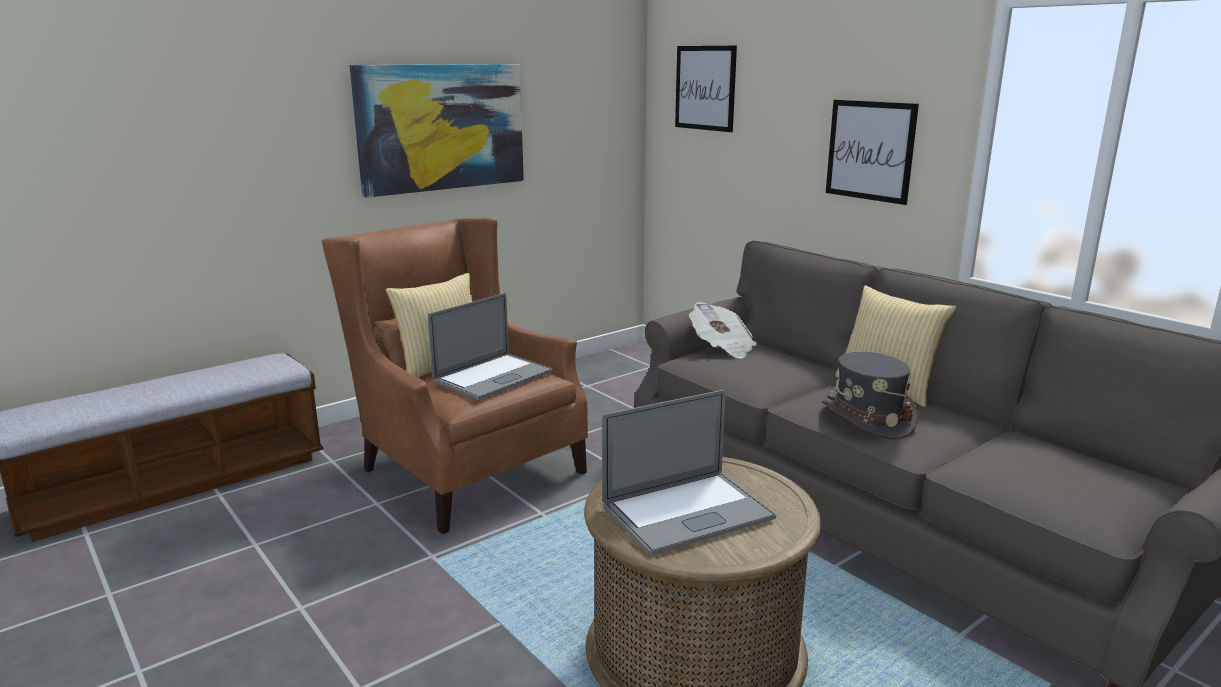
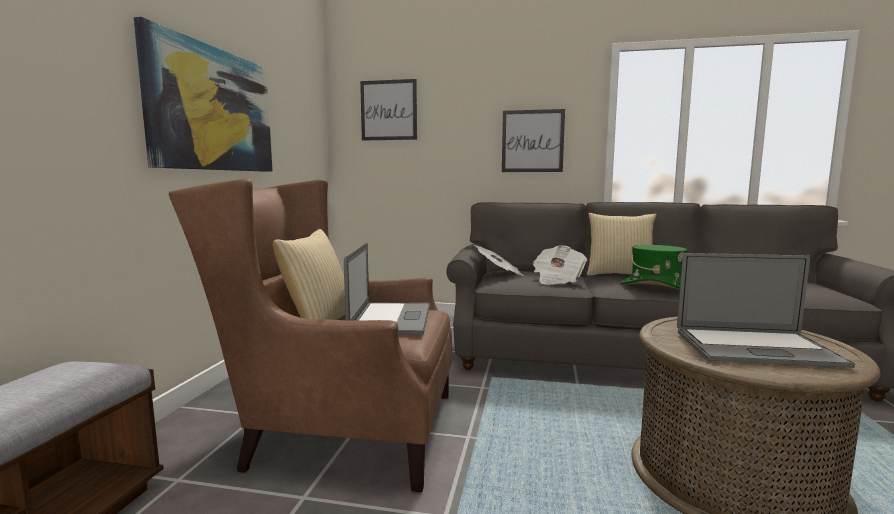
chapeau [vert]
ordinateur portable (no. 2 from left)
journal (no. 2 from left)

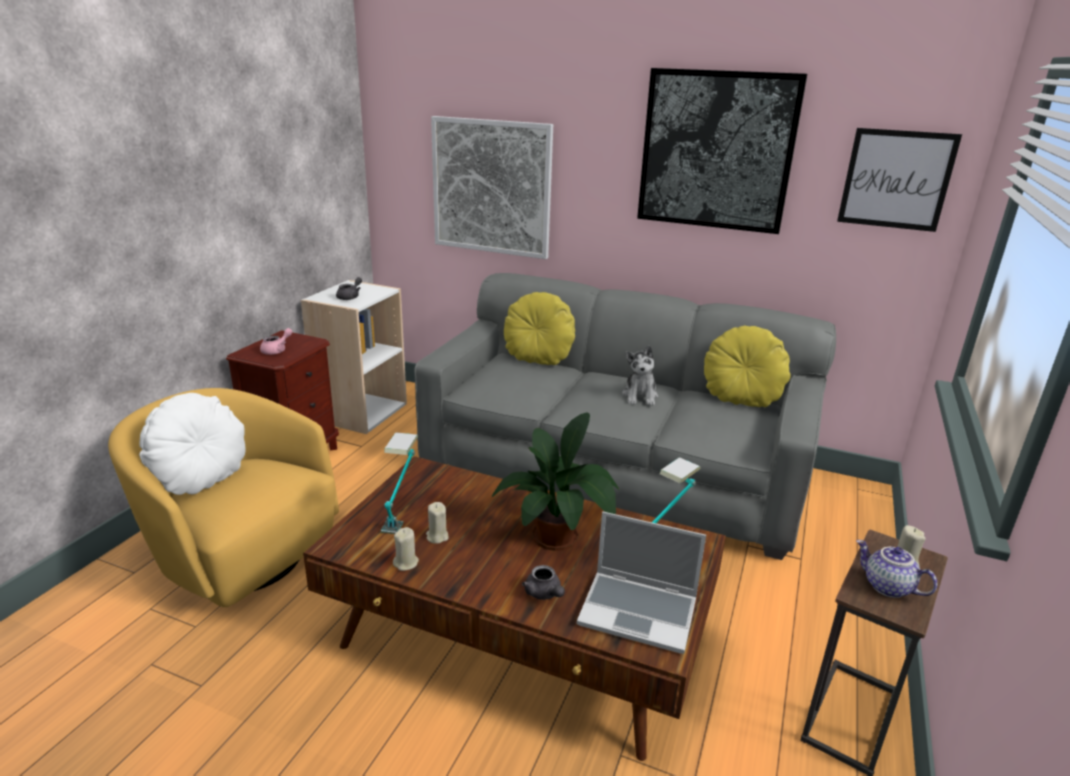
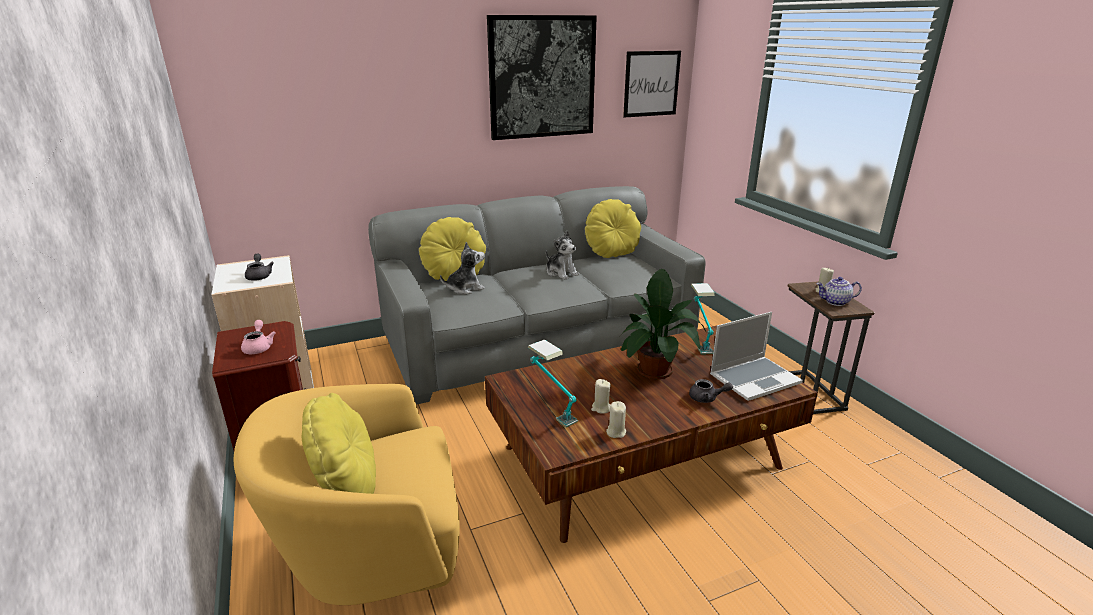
tableau (no. 1 from left in the first image)
coussin [jaune] (no. 1 from left)
peluche (no. 1 from left)

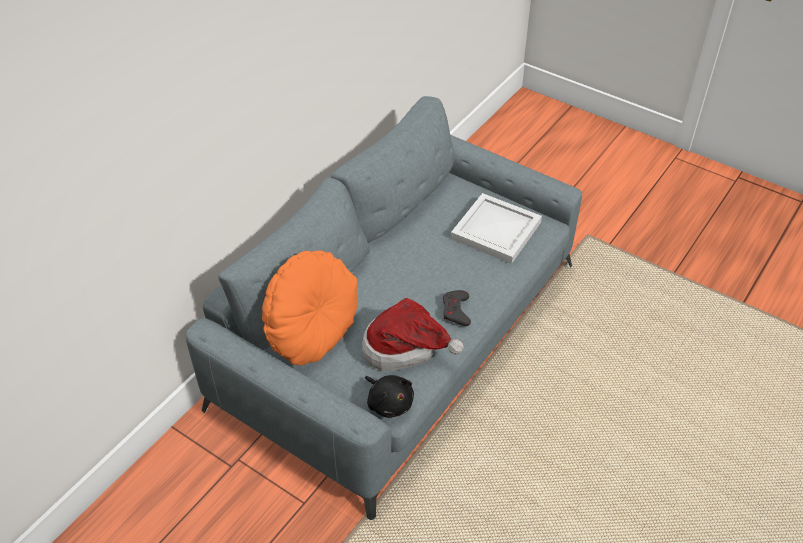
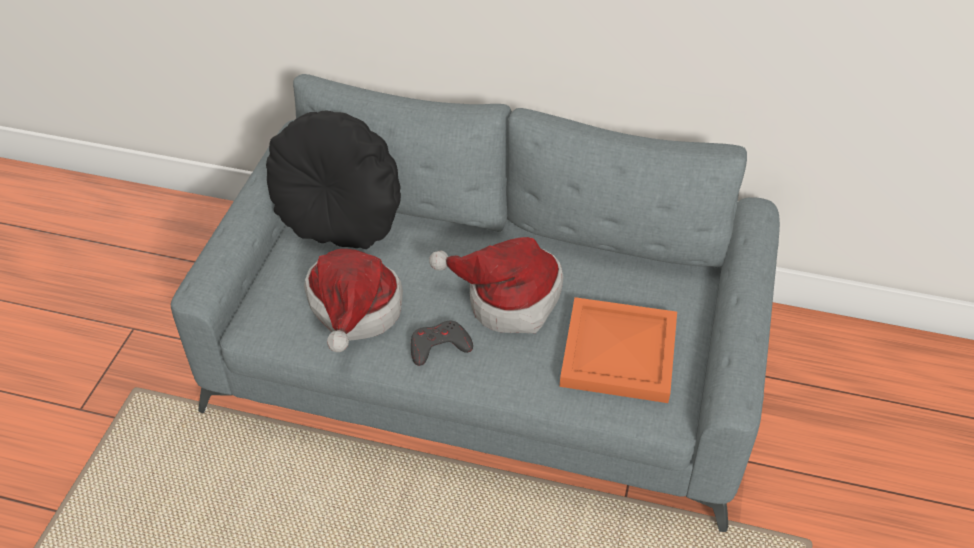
plateau [orange]
coussin [noir]
peluche [noir]
chapeau (no. 2 from left)

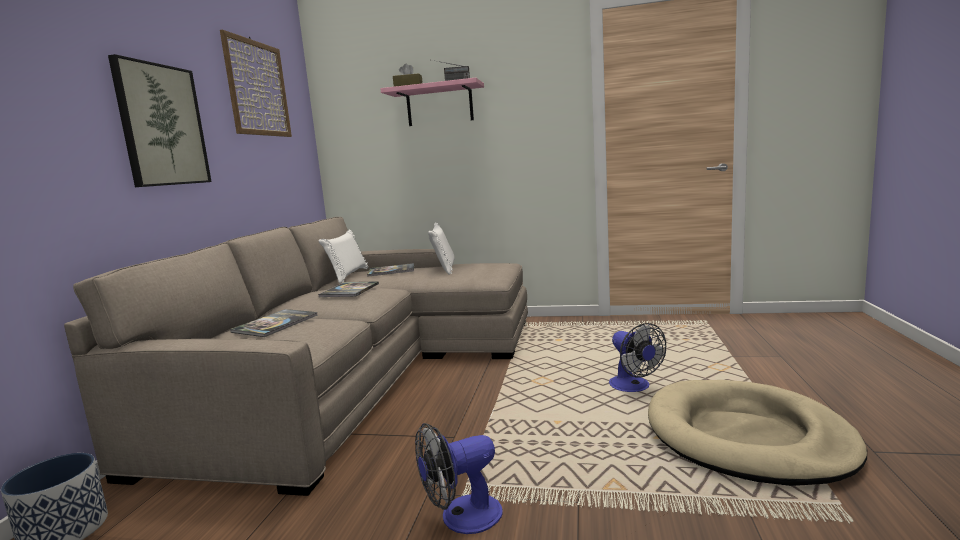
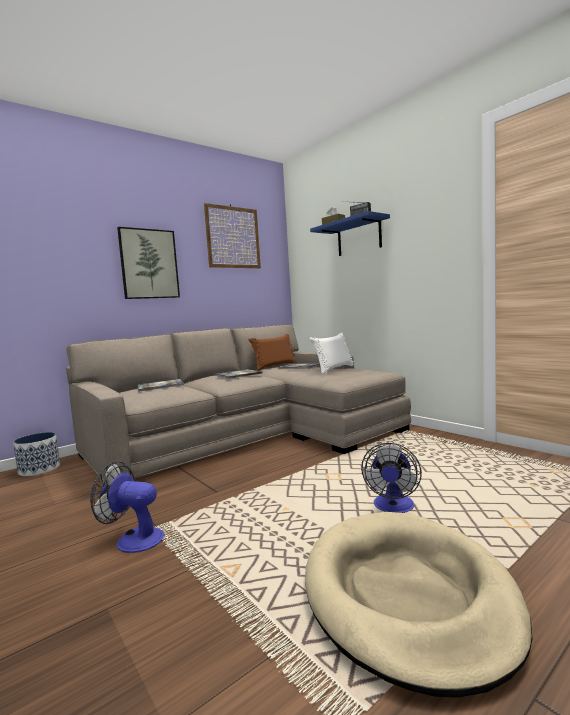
étagère [bleu]
coussin [marron]

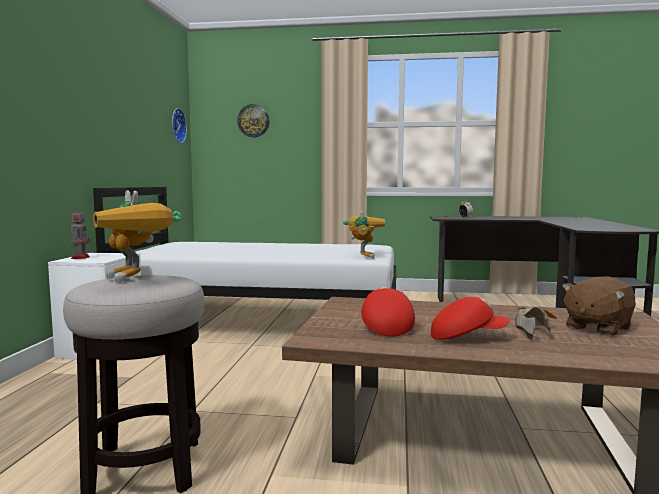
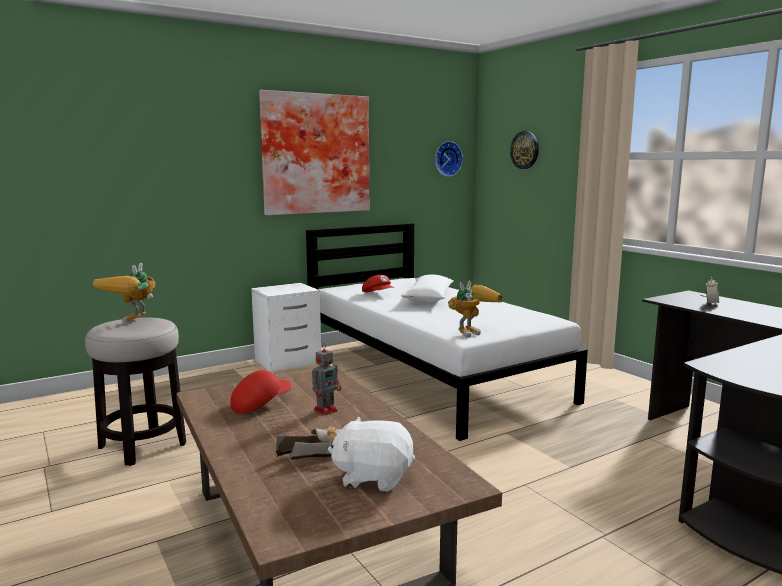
robot jouet (no. 2 from left)
peluche [blanc]
casquette [rouge] (no. 2 from left)
tableau
coussin [blanc]

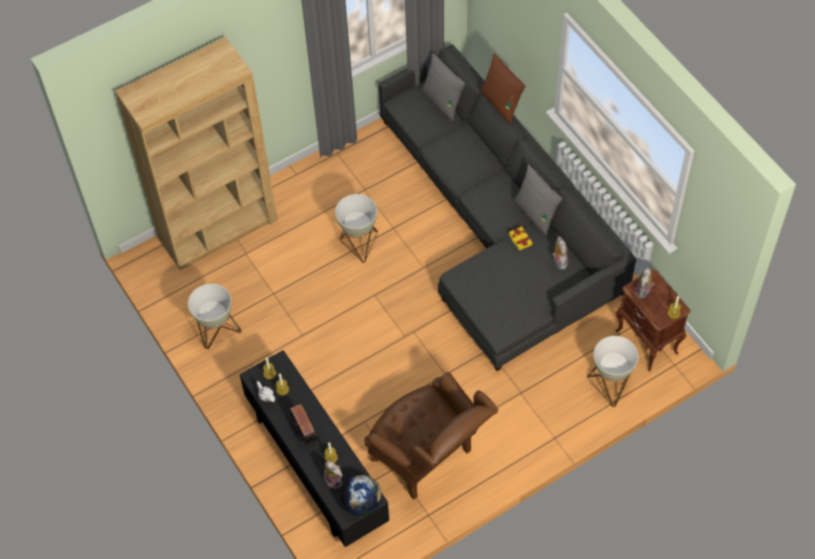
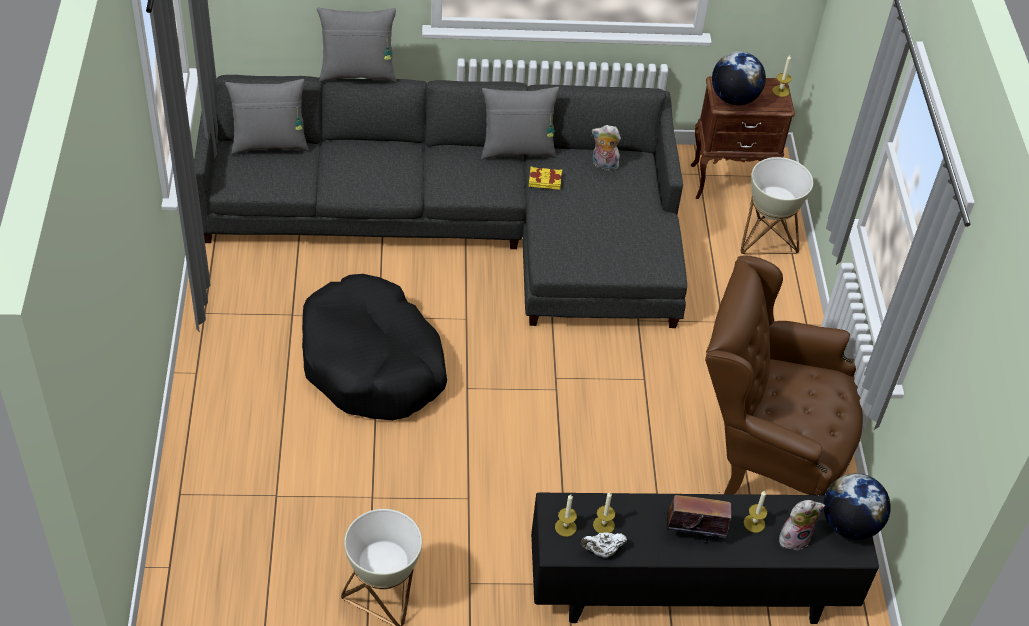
bibliothèque [marron]
coussin [gris] (no. 2 from left)
panier pour chien [noir]
globe (no. 1 from left)
fauteuil [marron]

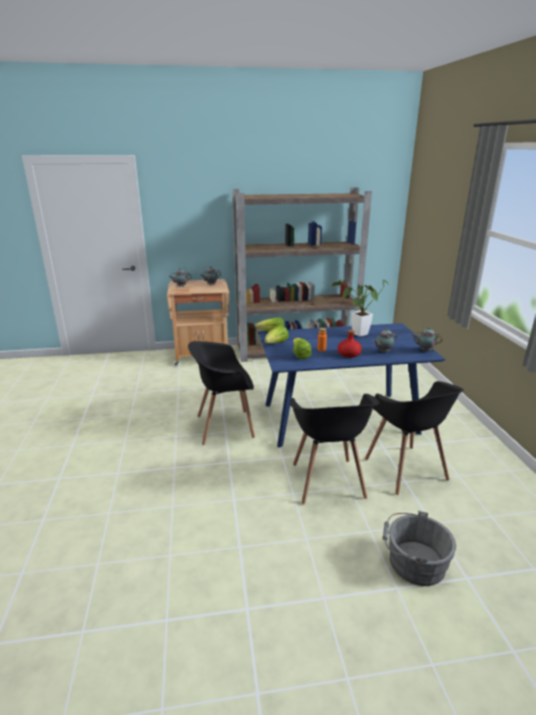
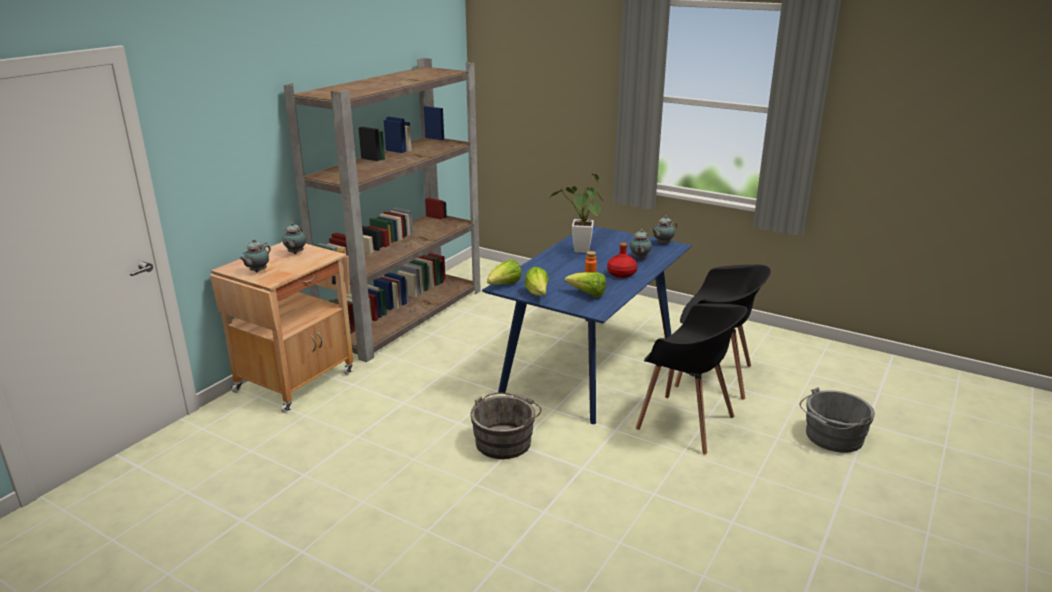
seau [gris] (no. 1 from left)

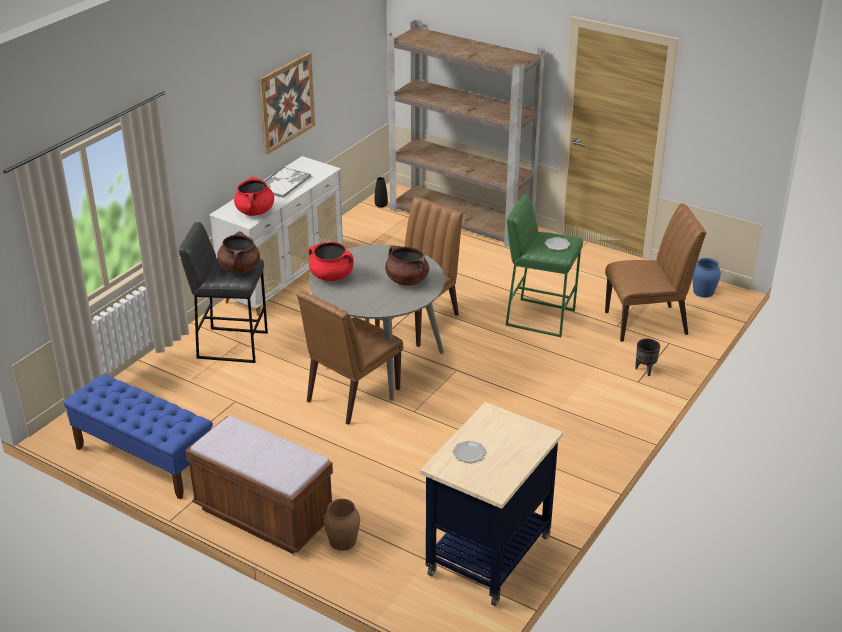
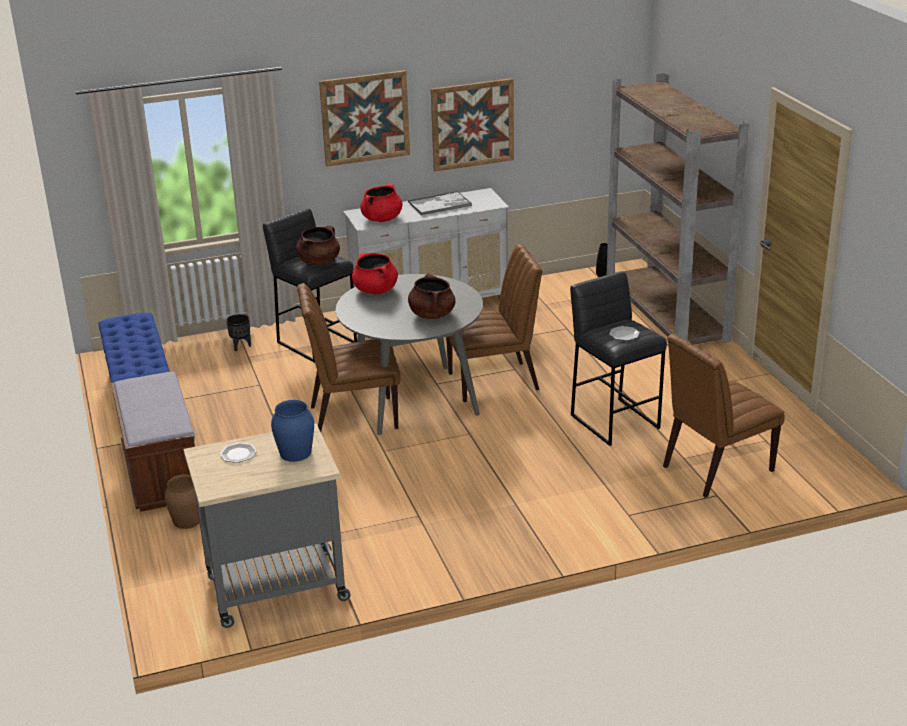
tabouret [gris] (no. 2 from left)
chaise [marron] (no. 3 from left)
vase [bleu]
cache-pot [noir]
chariot [gris]
tableau (no. 1 from left)

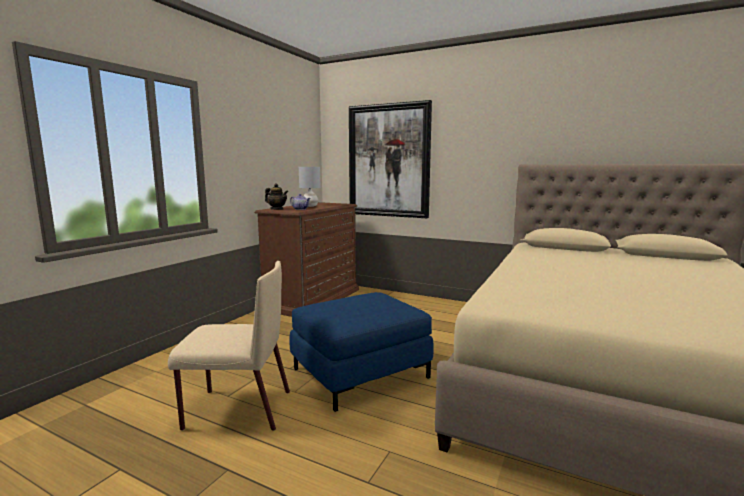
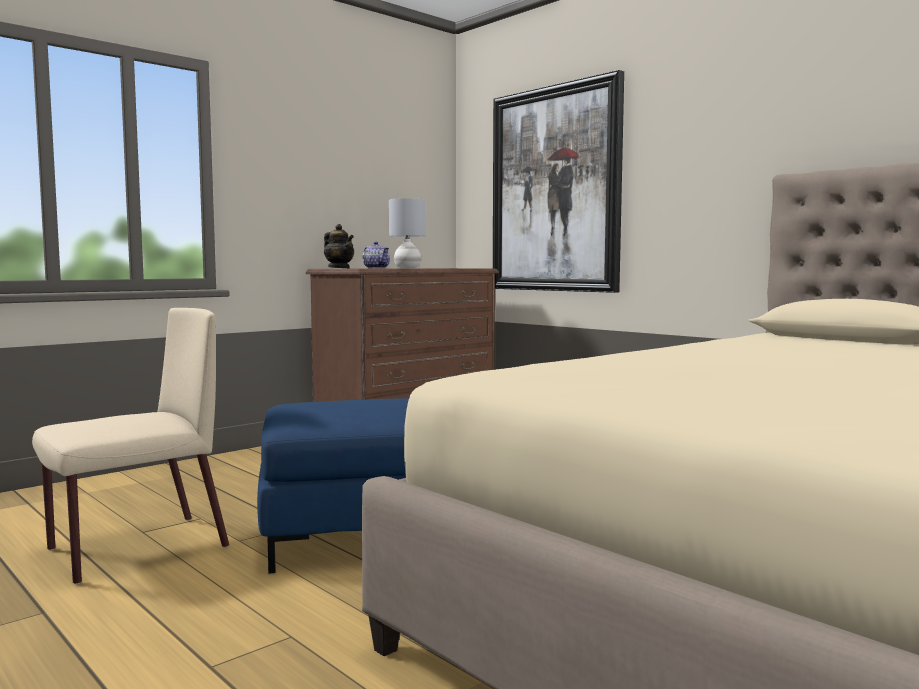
chaise [beige]

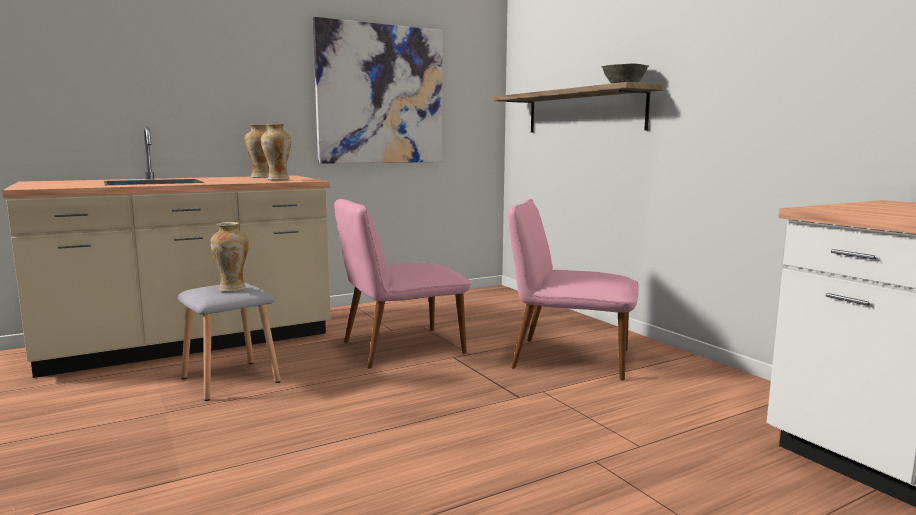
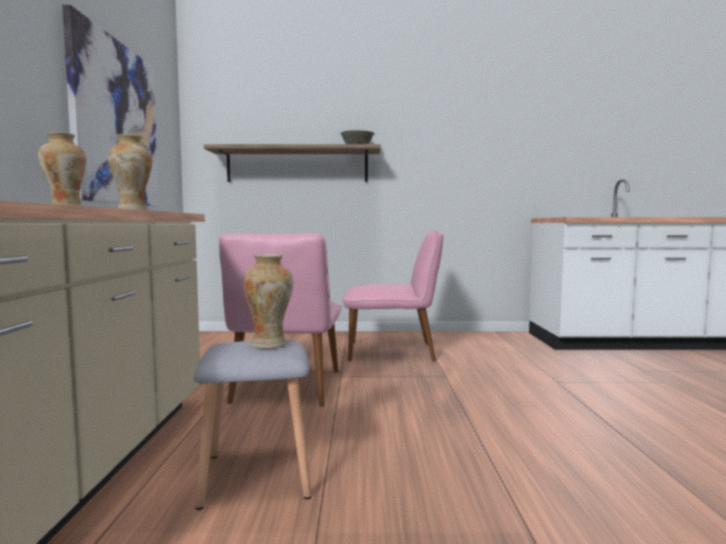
chaise [rose] (no. 2 from left)

